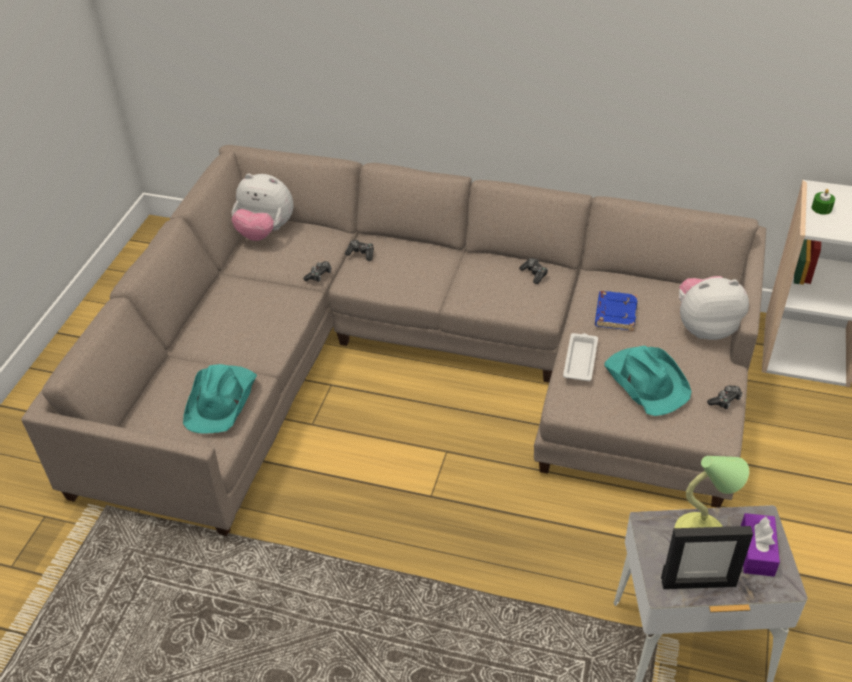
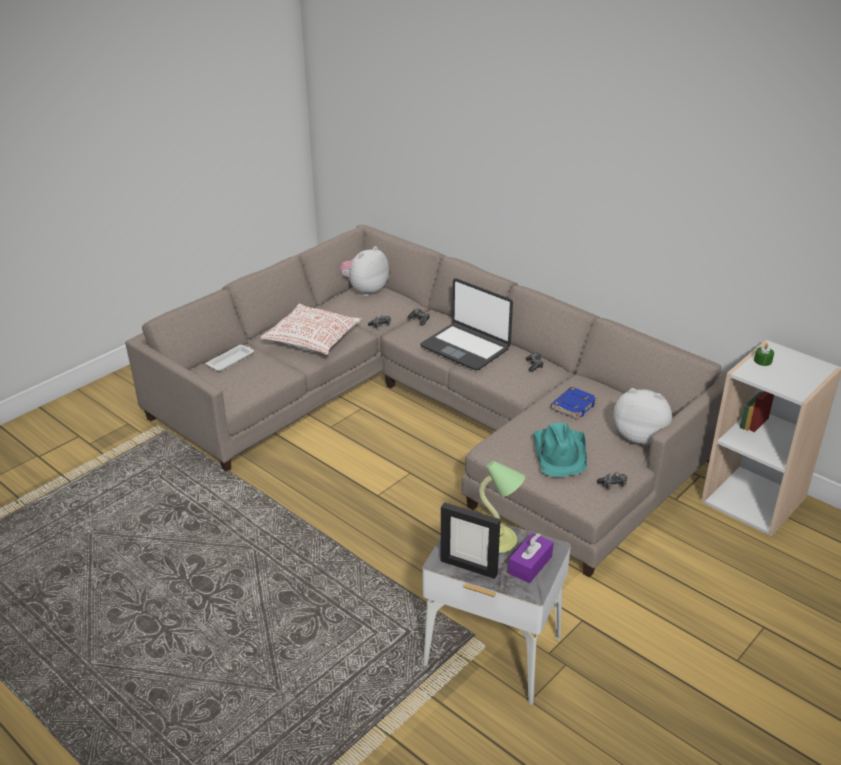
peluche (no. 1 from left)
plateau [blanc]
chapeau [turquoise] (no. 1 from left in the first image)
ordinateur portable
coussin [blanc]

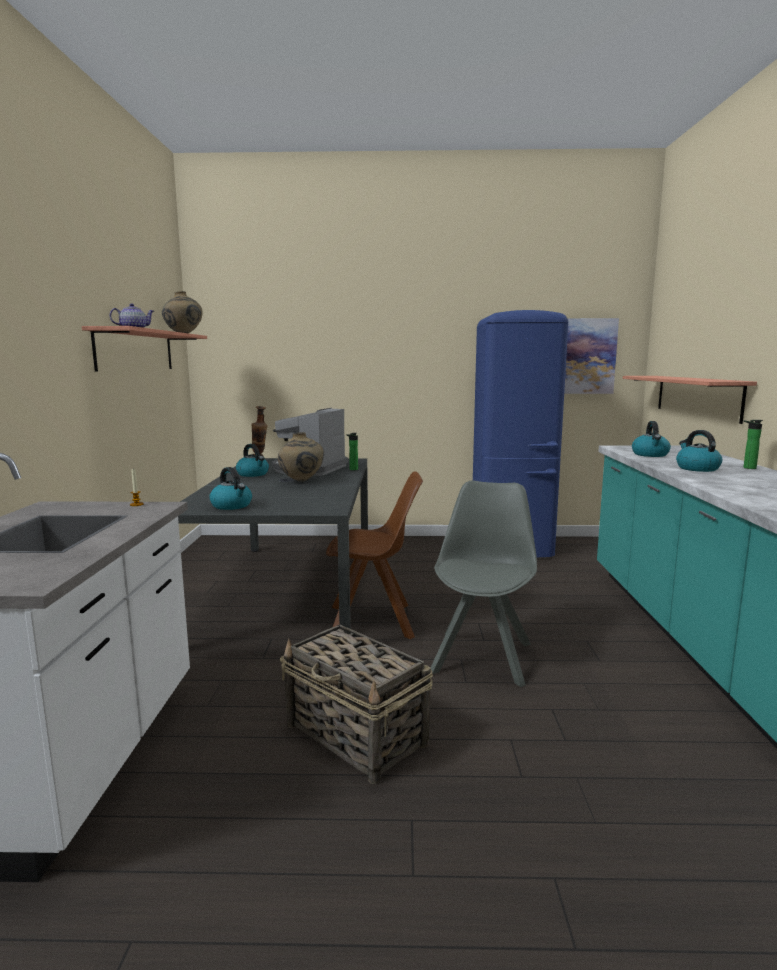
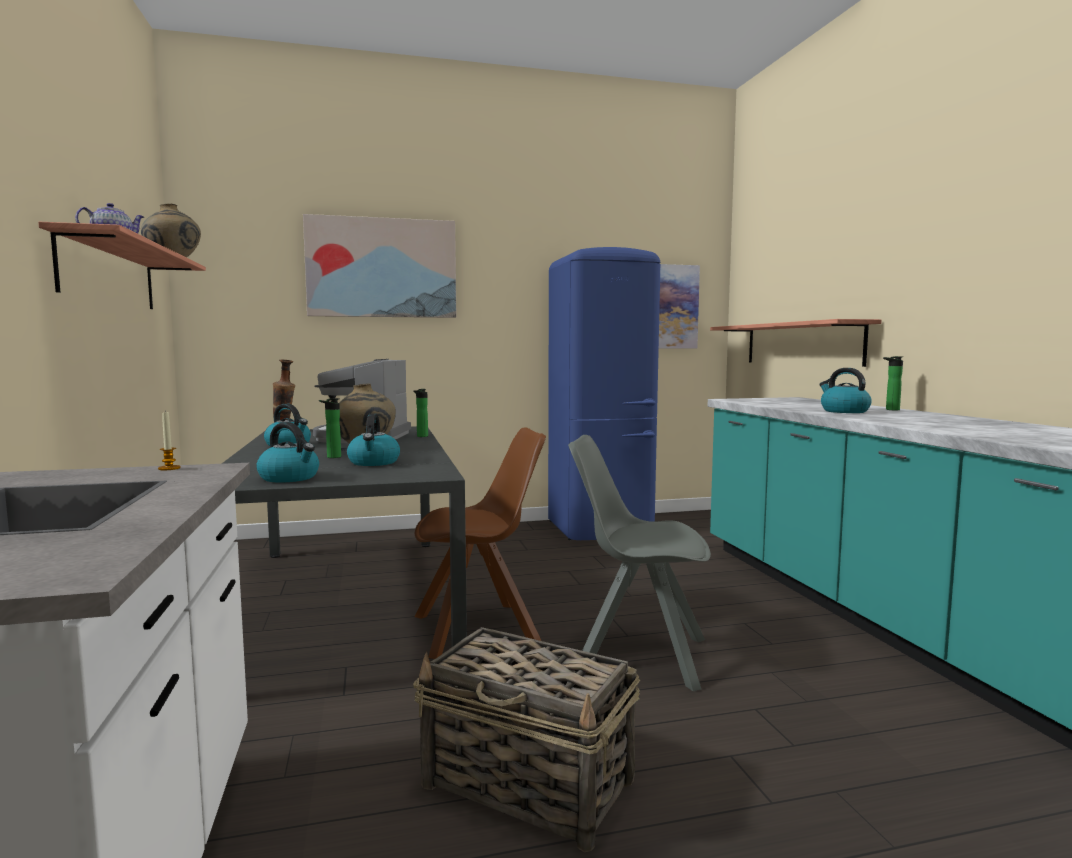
bouilloire (no. 3 from left)
chaise [gris]
tableau (no. 1 from left)
bouteille (no. 1 from left)

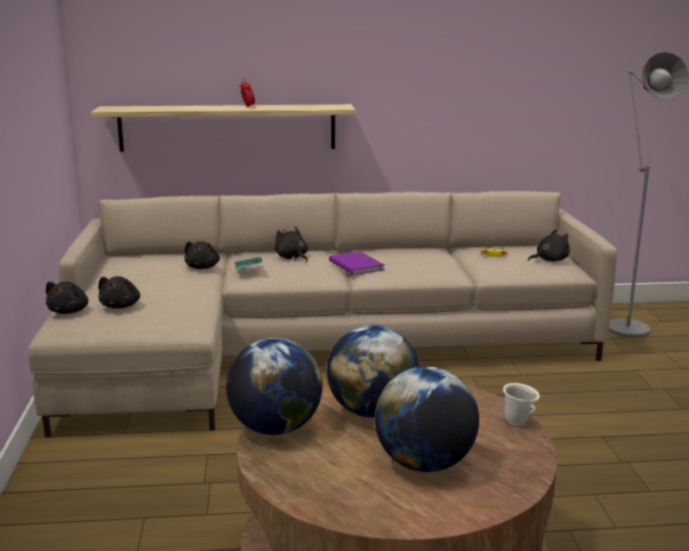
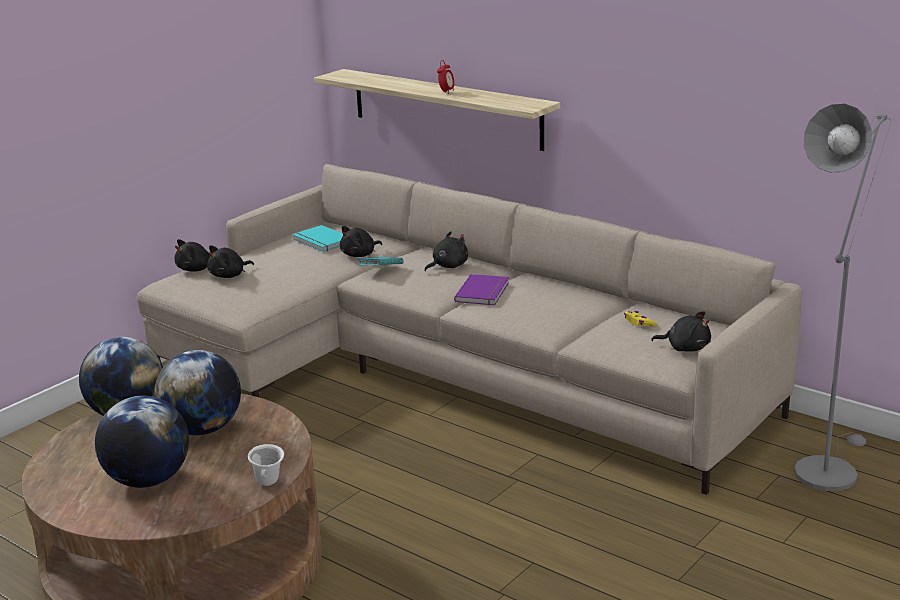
peluche [noir] (no. 4 from left)
livre [turquoise] (no. 1 from left)

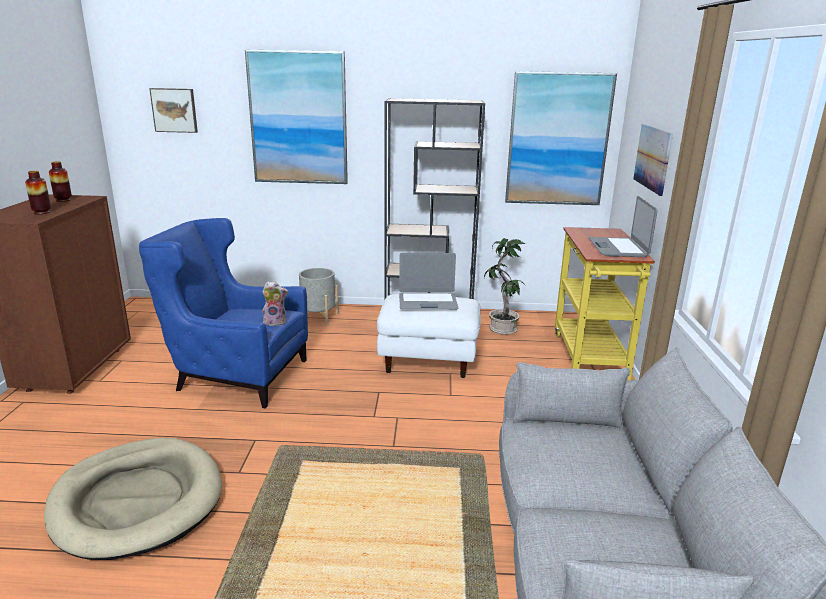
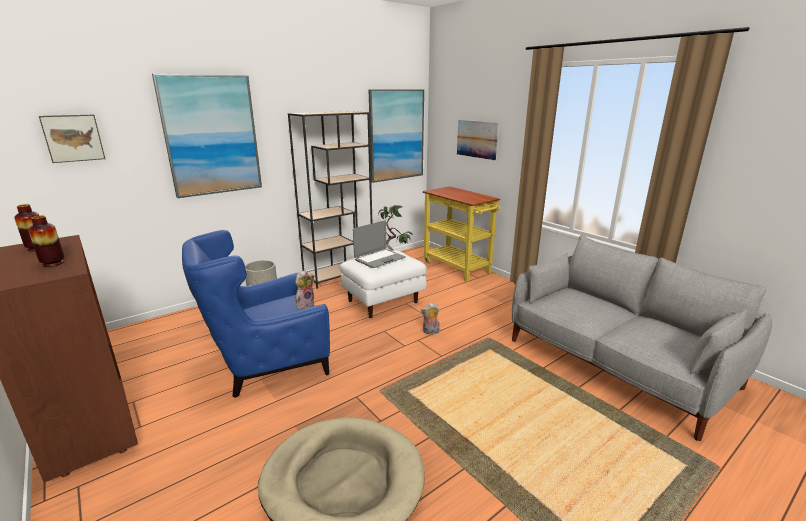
ordinateur portable (no. 2 from left in the first image)
peluche (no. 2 from left)

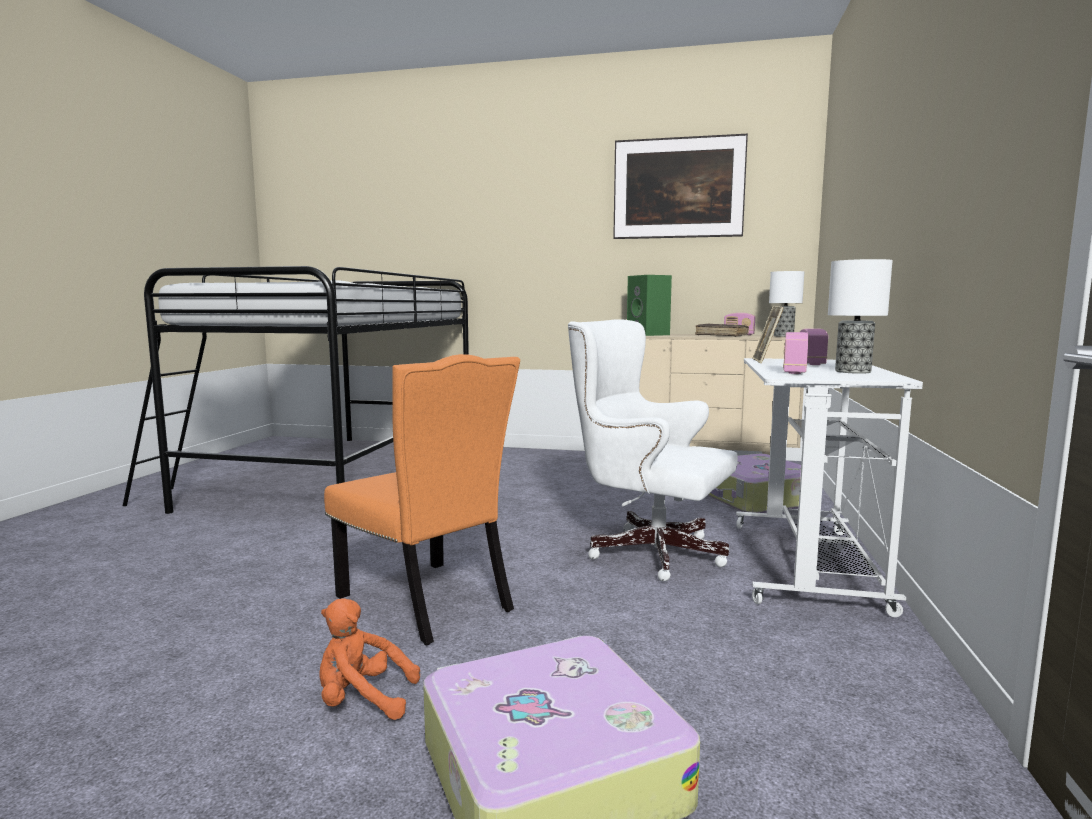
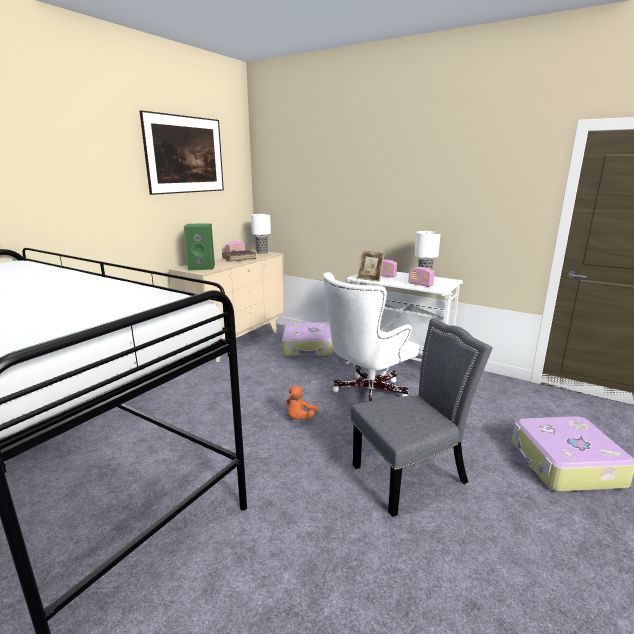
chaise [gris]
peluche [orange]

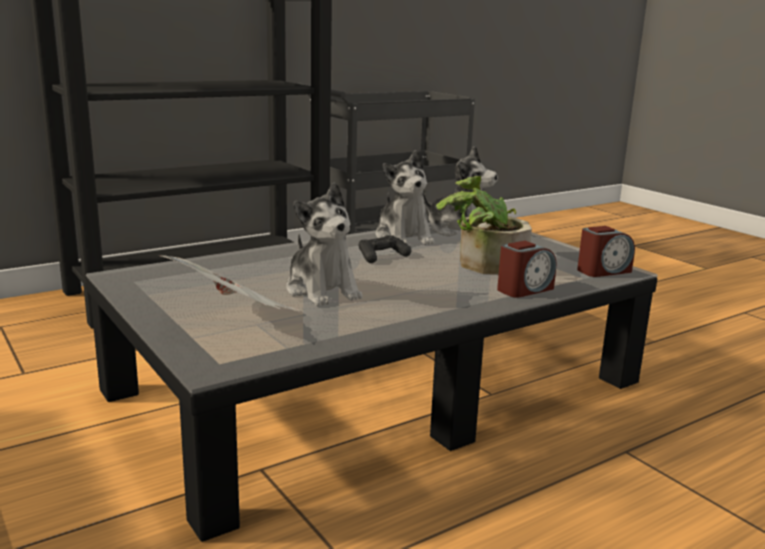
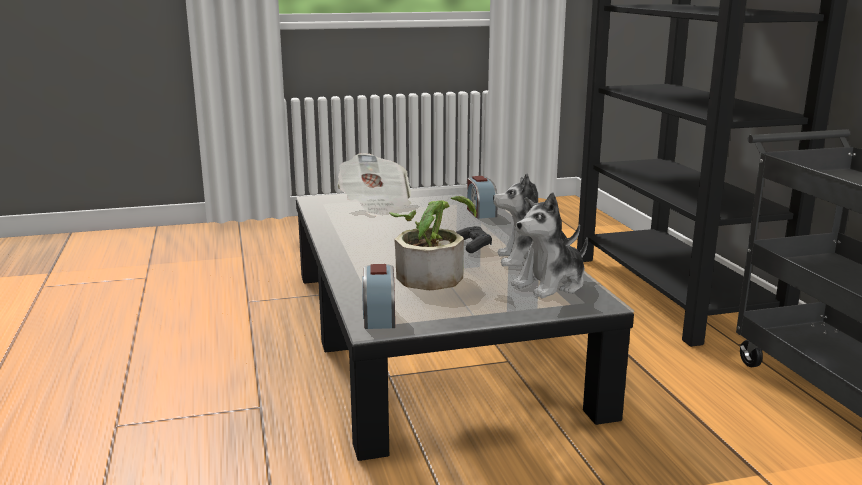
peluche (no. 1 from left in the first image)
réveil (no. 2 from left)

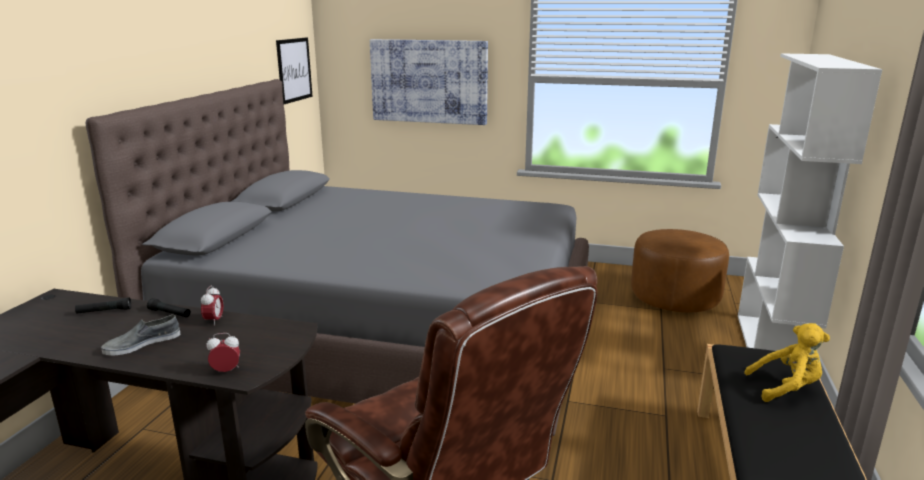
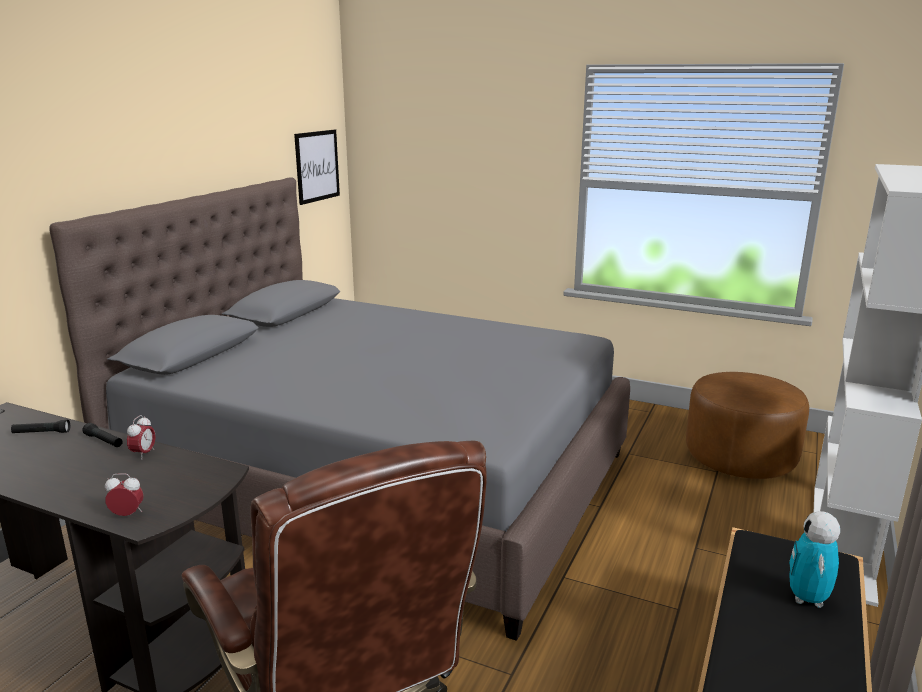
tableau (no. 2 from left in the first image)
chaussure [gris]
robot jouet

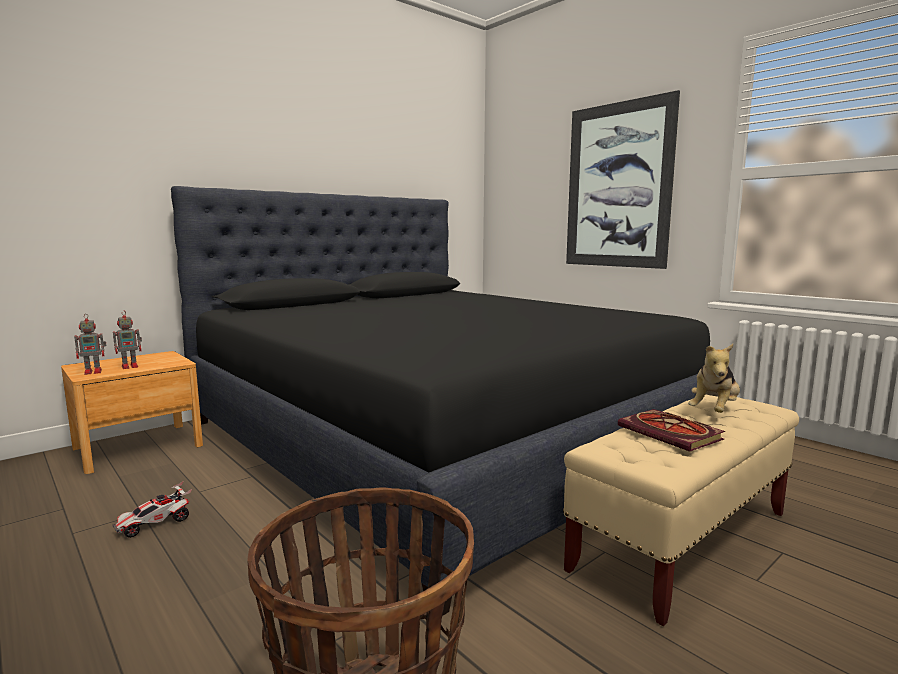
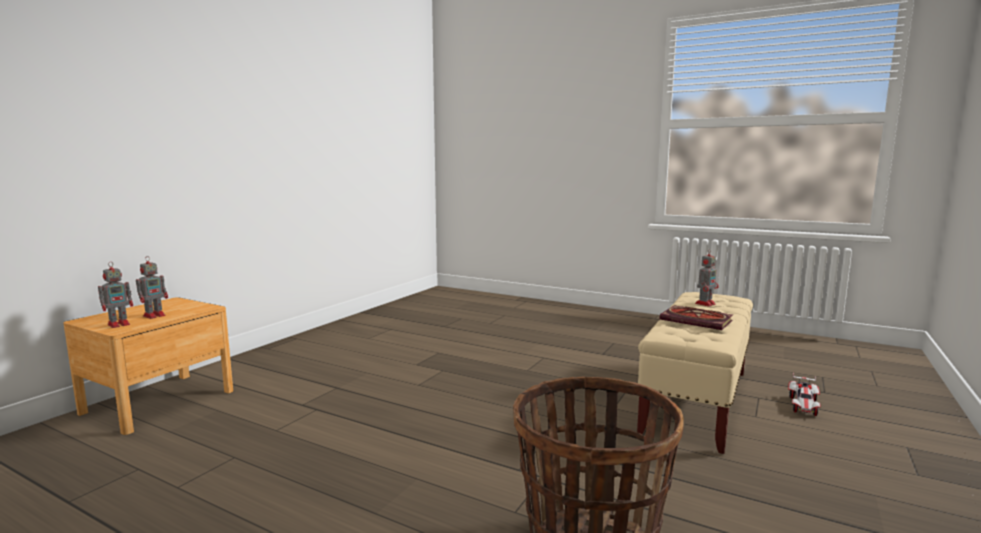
tableau
lit [noir]
robot jouet (no. 3 from left)
petite voiture

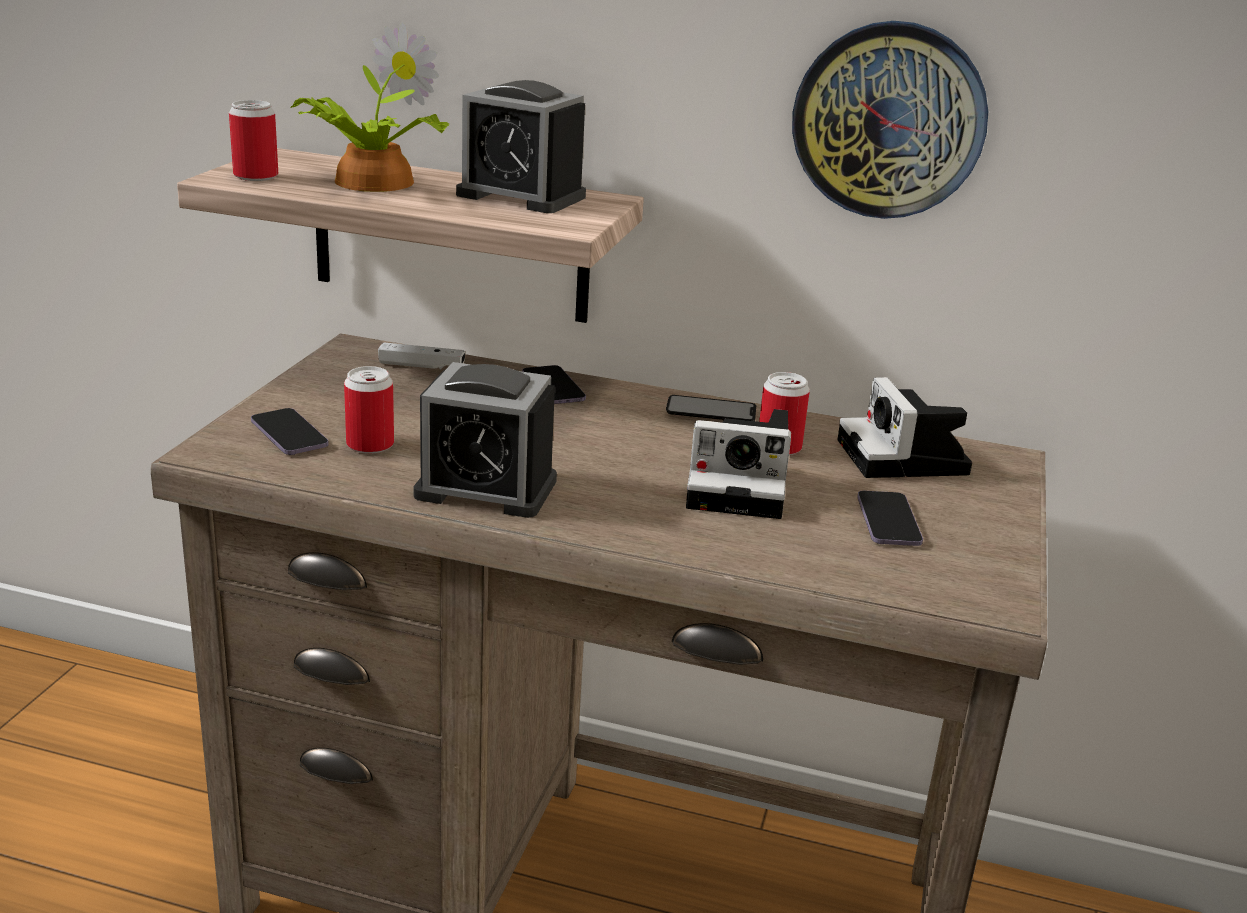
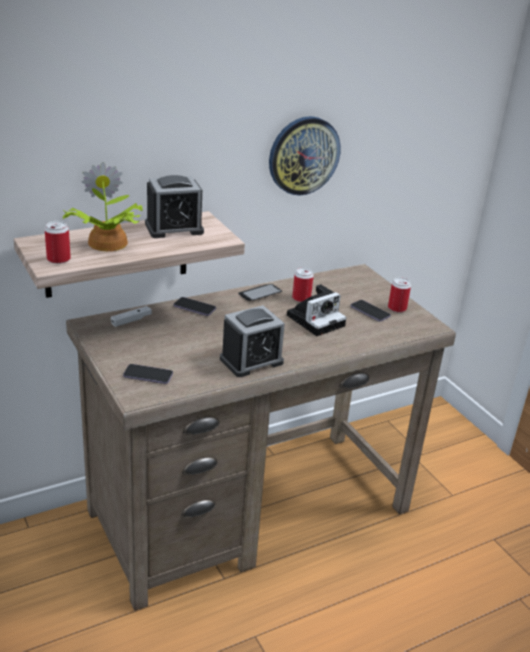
boîte métallique (no. 3 from left)
appareil photo (no. 2 from left in the first image)

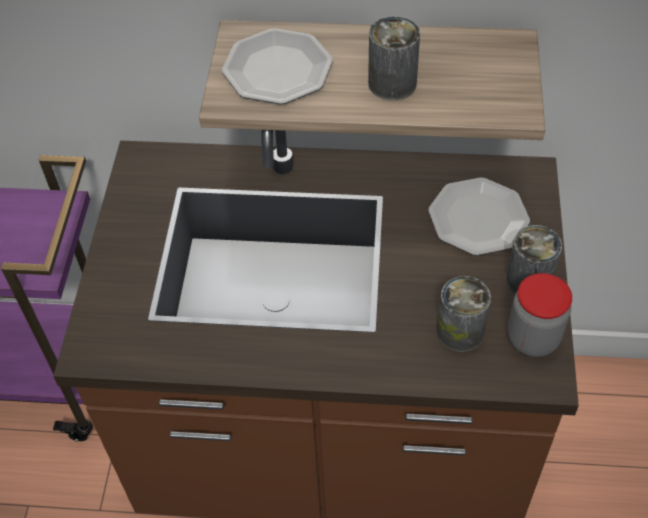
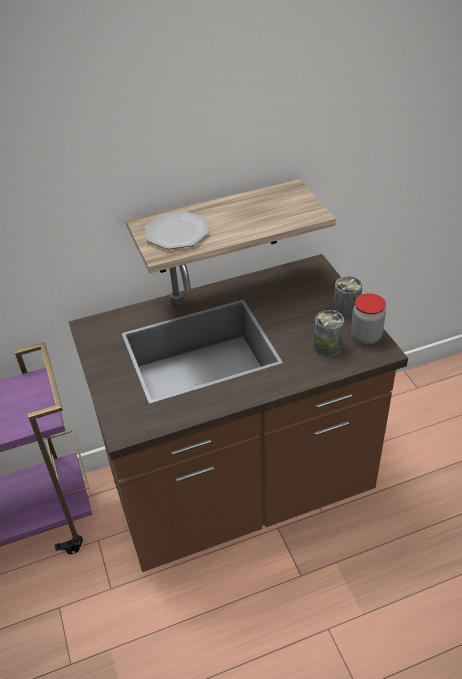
boîte métallique (no. 1 from left in the first image)
assiette (no. 2 from left in the first image)

